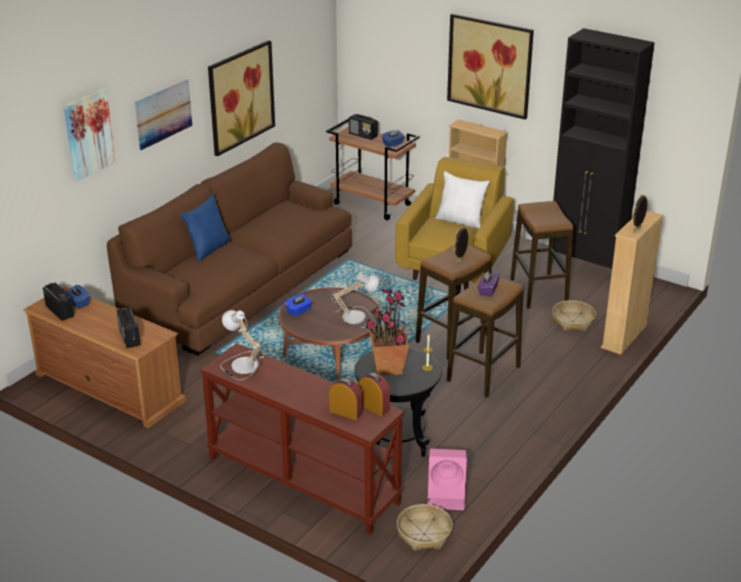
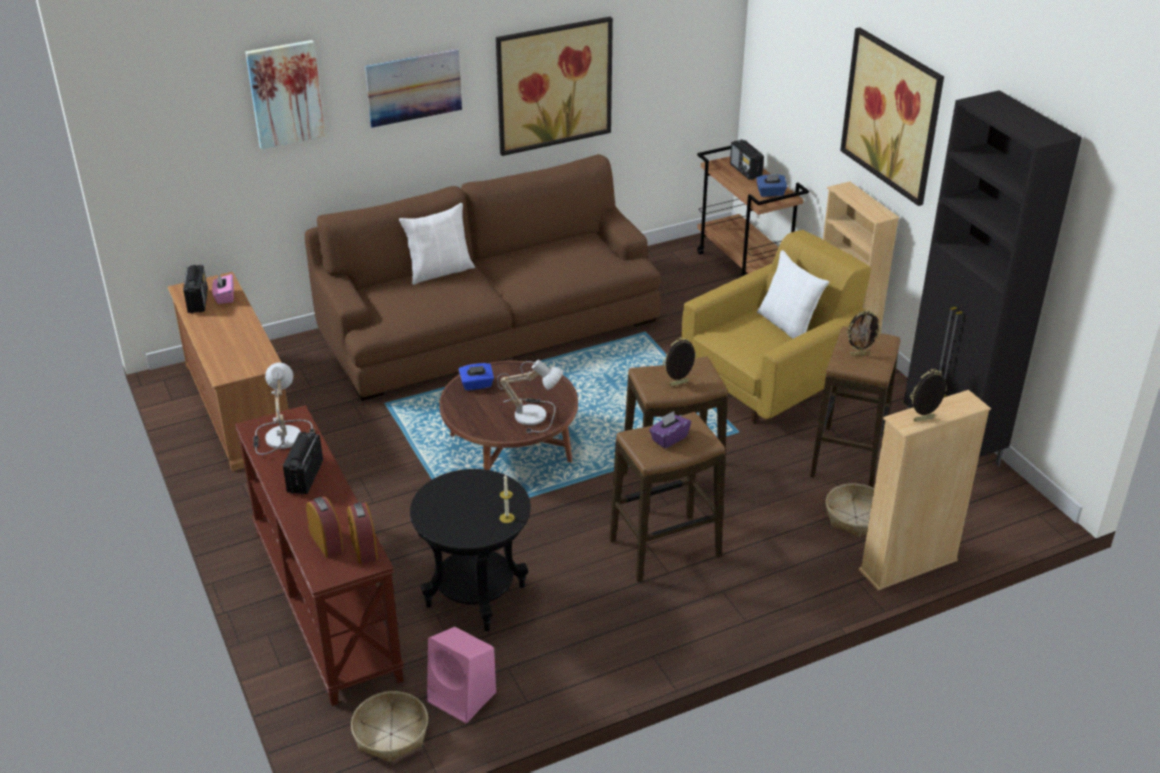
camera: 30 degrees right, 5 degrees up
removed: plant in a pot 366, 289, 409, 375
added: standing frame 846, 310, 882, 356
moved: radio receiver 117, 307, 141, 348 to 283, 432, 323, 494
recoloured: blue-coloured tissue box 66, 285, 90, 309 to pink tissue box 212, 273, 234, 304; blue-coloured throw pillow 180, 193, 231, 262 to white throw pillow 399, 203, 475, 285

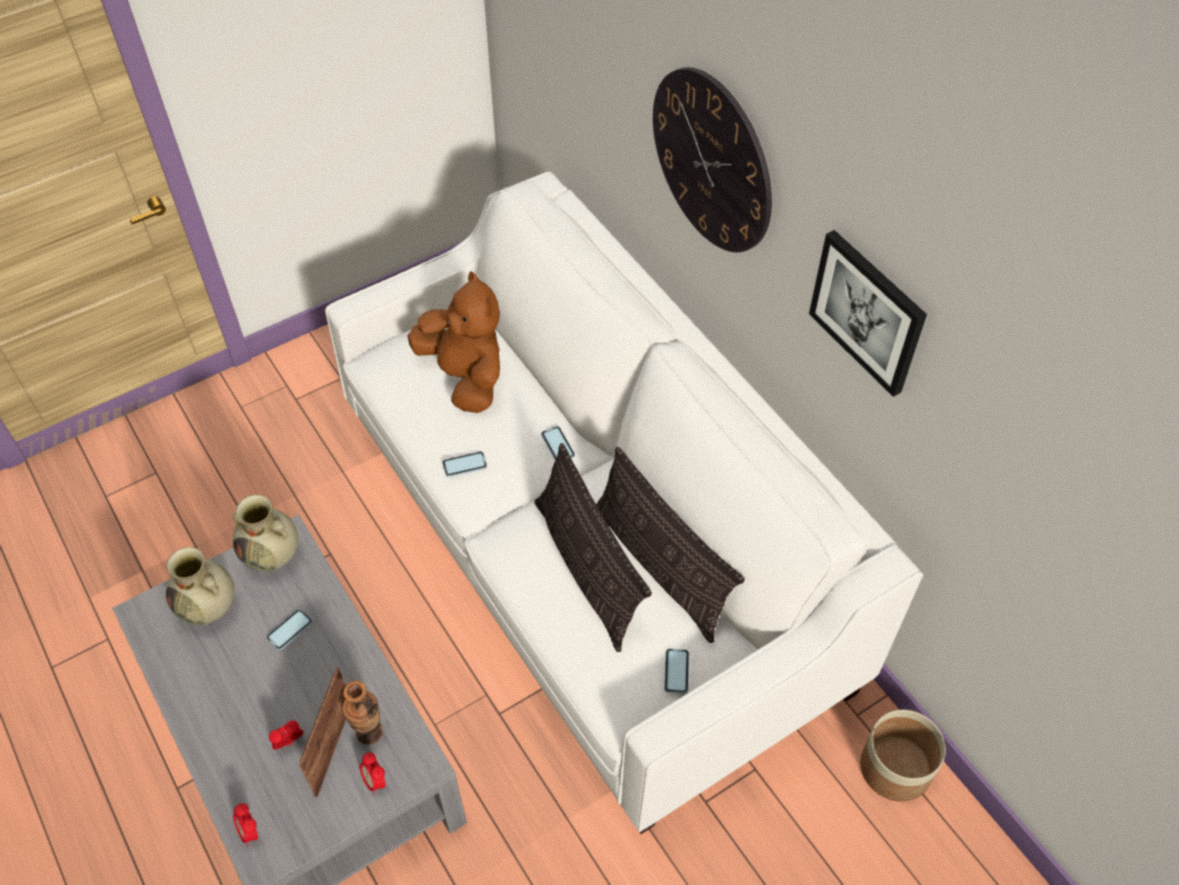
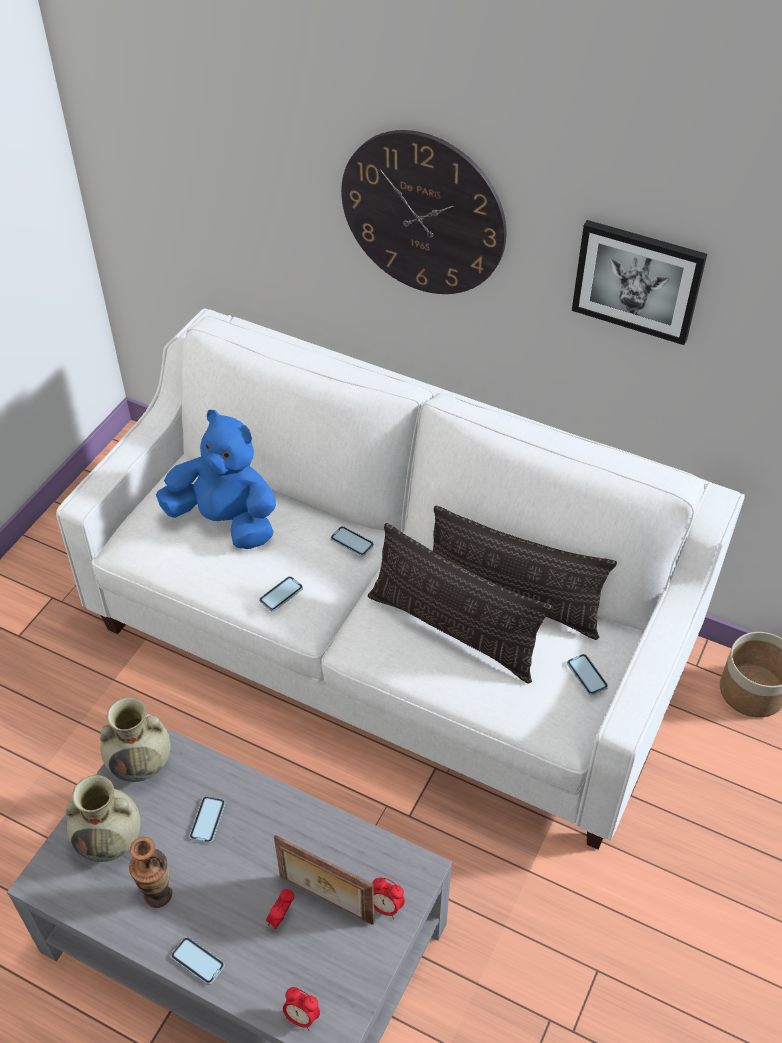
camera: 30 degrees left, 5 degrees down
added: telephone 171, 937, 225, 985
moved: vase 342, 681, 383, 745 to 129, 837, 172, 908
recoloured: brownish cuddly toy 407, 271, 500, 413 to blue-coloured cuddly toy 156, 410, 276, 549
turned: standing frame 299, 667, 346, 797 = 274, 835, 374, 925 45 degrees counterclockwise

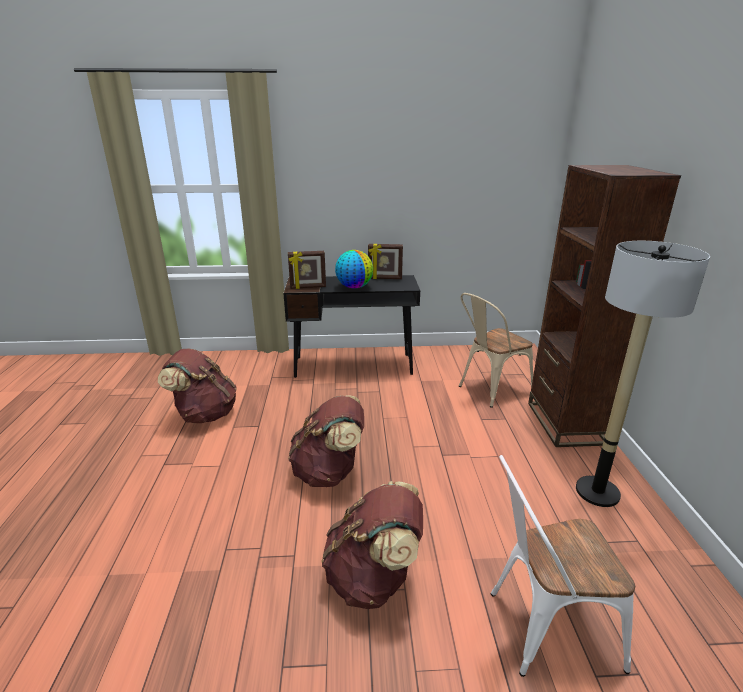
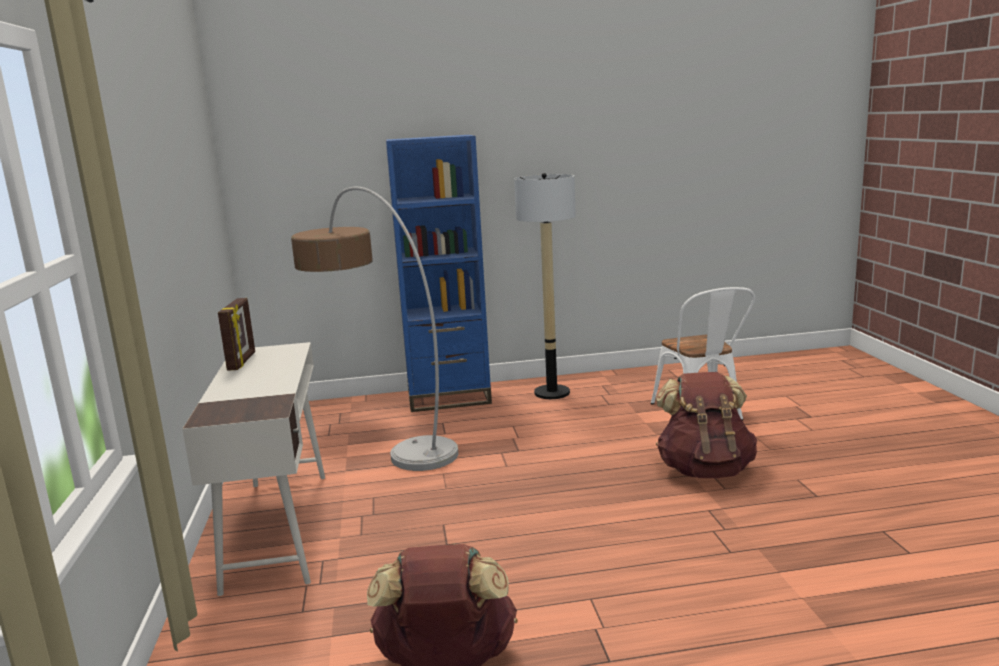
camera: 95 degrees left, 10 degrees down
removed: standing frame 288, 251, 326, 289; brownish backpack 288, 395, 364, 487; globe 335, 250, 373, 288
replaced: beige-coloured upright chair 459, 293, 533, 408 to standing lamp 291, 186, 458, 471
recoloured: blackish desk 283, 275, 420, 378 to white desk 182, 342, 325, 596; brownish bookcase 528, 165, 681, 447 to blue-coloured bookcase 386, 135, 492, 412

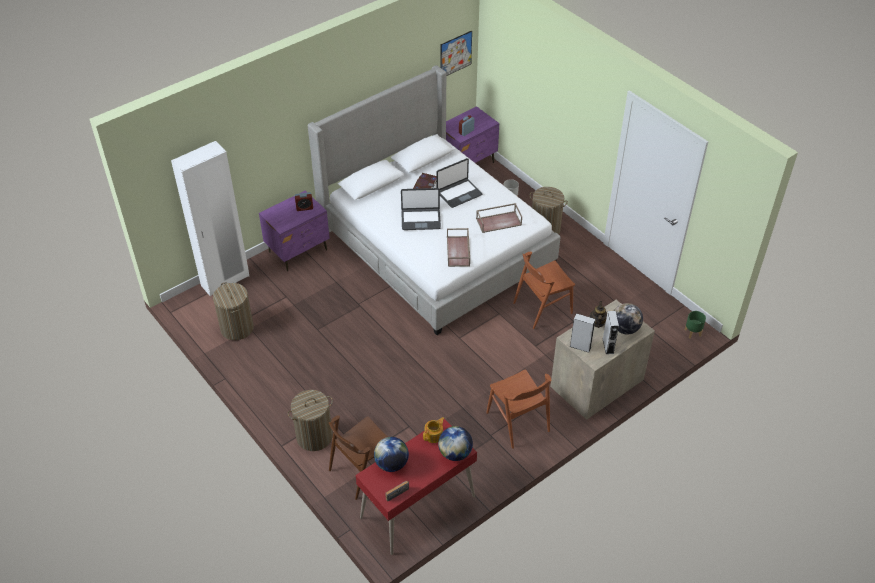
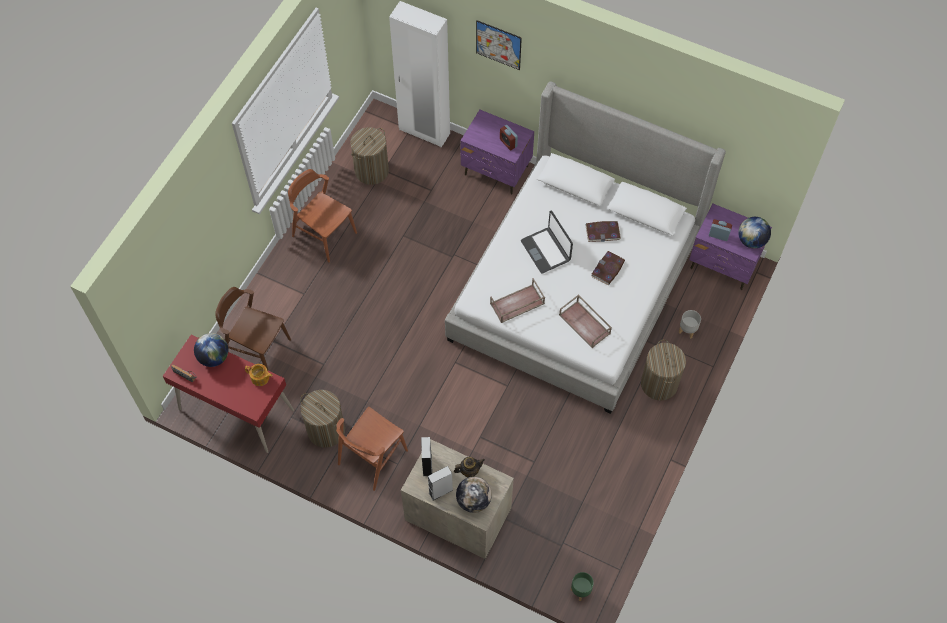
camera: 65 degrees right, 15 degrees up
moved: washing basket 288, 390, 333, 451 to 300, 390, 345, 448; globe 438, 426, 473, 461 to 738, 217, 771, 249; picture 440, 31, 472, 76 to 476, 20, 522, 70; brownish upright chair 513, 252, 575, 329 to 288, 169, 357, 262
replaced: portable computer 437, 158, 482, 208 to book 591, 251, 625, 285

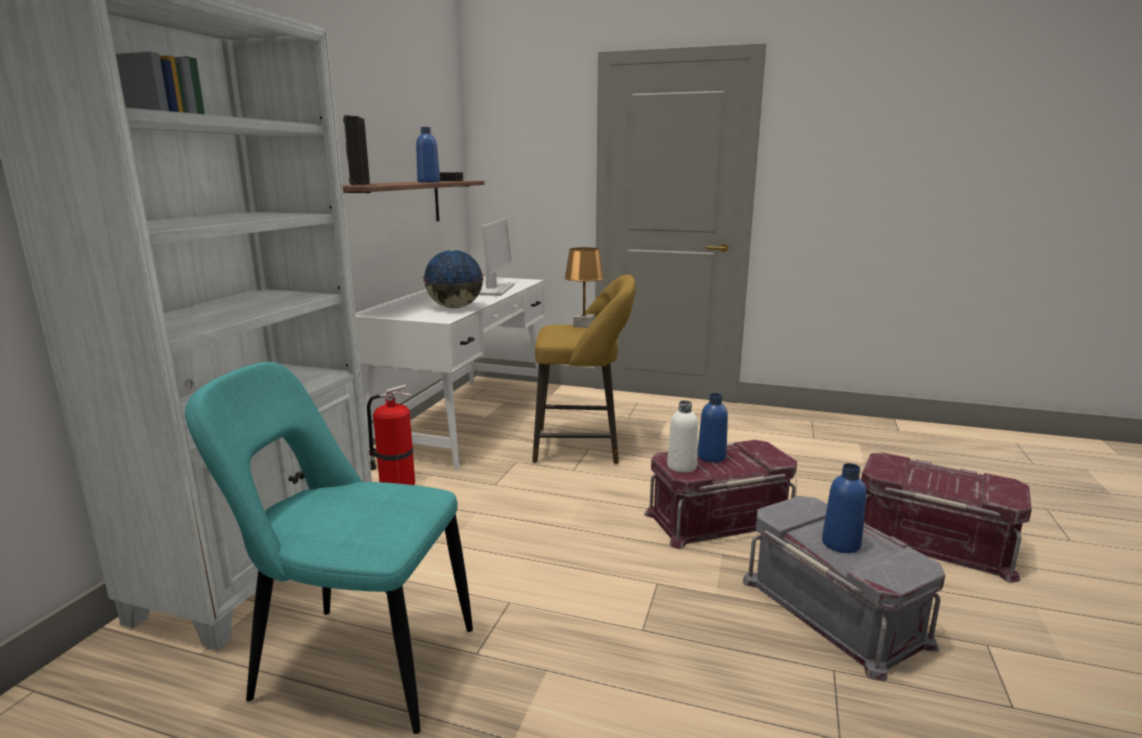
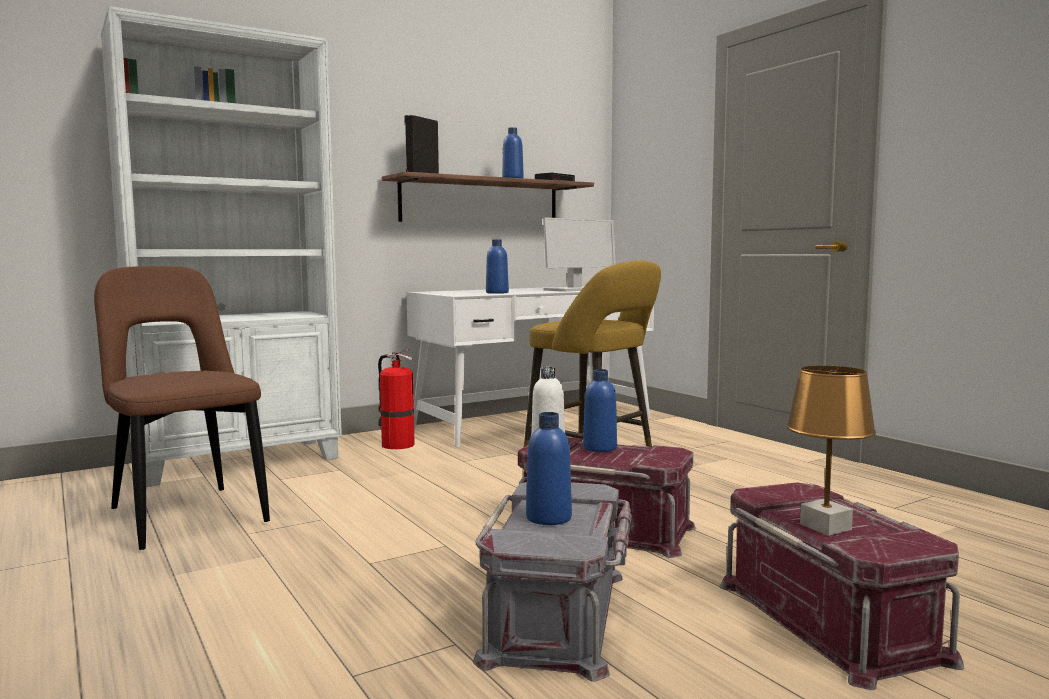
camera: 40 degrees right, 10 degrees down
moved: brownish table lamp 564, 247, 604, 328 to 786, 366, 876, 536
replaced: globe 423, 250, 484, 308 to blue-coloured bottle 486, 239, 509, 294
recoloured: blue-green upright chair 185, 362, 473, 734 to brownish upright chair 94, 266, 270, 550

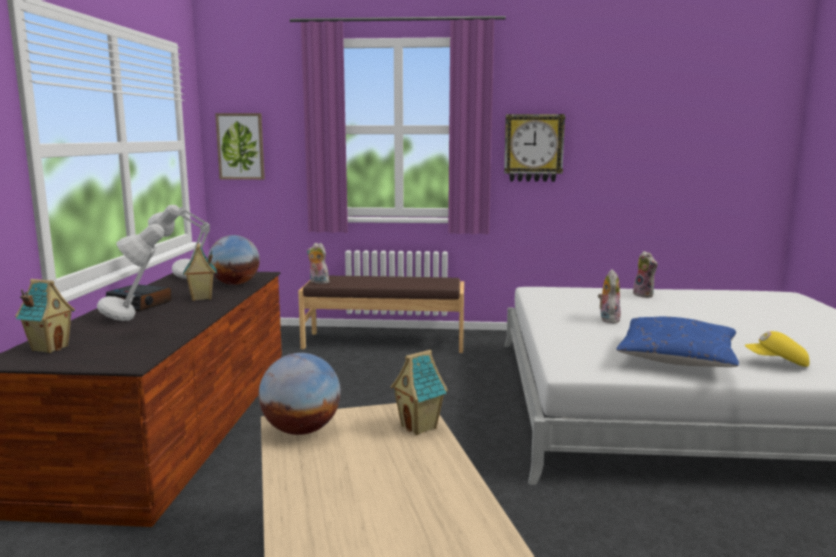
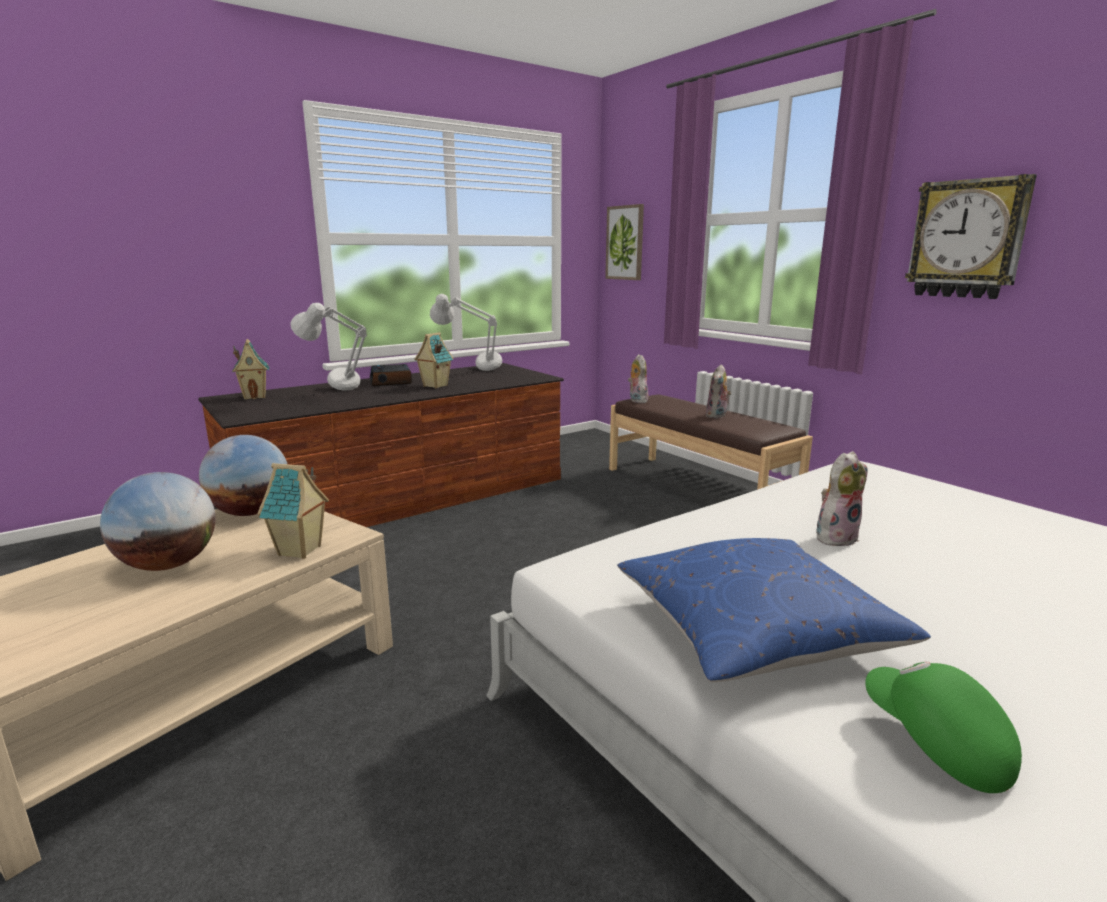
camera: 50 degrees right, 5 degrees up
moved: globe 208, 235, 260, 285 to 100, 472, 215, 571; cuddly toy 632, 251, 658, 298 to 706, 364, 731, 419
recoloured: yellow peaked cap 745, 331, 810, 367 to green-coloured peaked cap 865, 661, 1022, 793

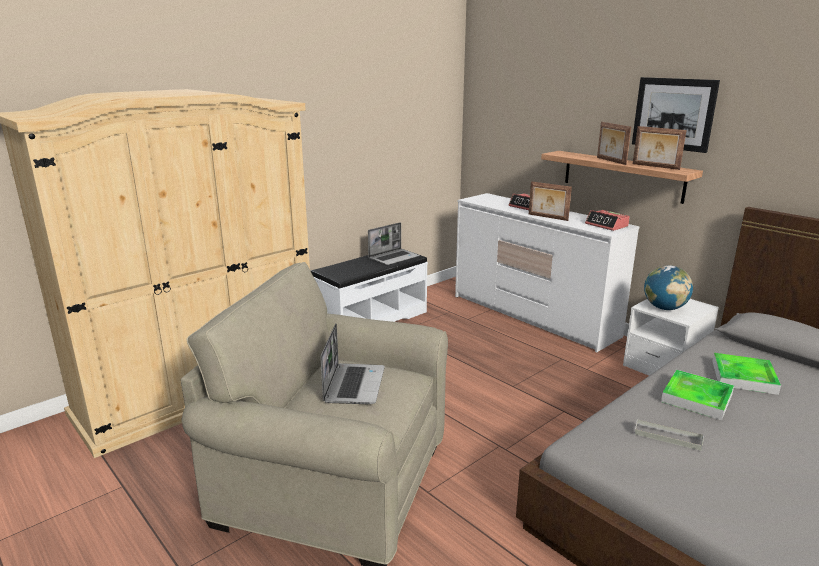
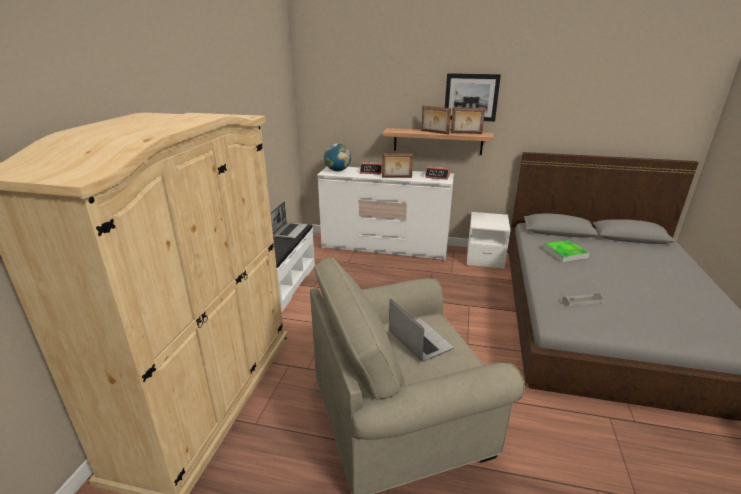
camera: 35 degrees left, 5 degrees up
removed: serving tray 661, 370, 734, 420
moved: globe 644, 265, 693, 310 to 324, 144, 351, 171

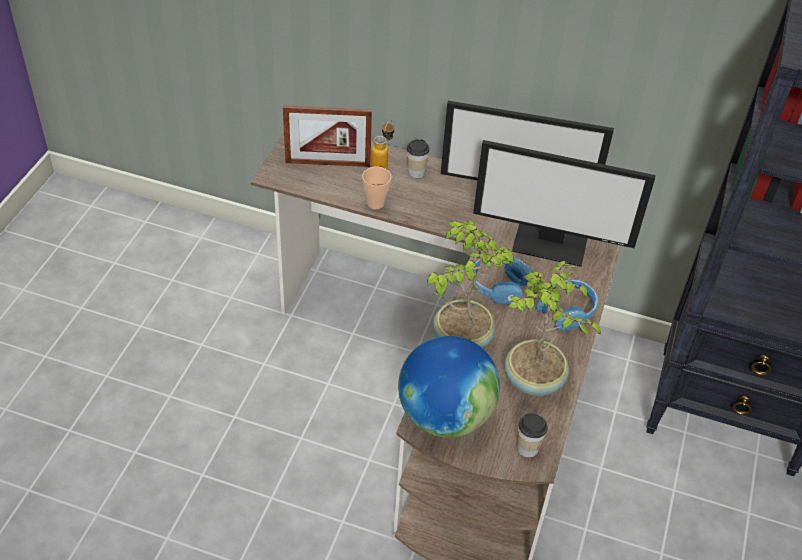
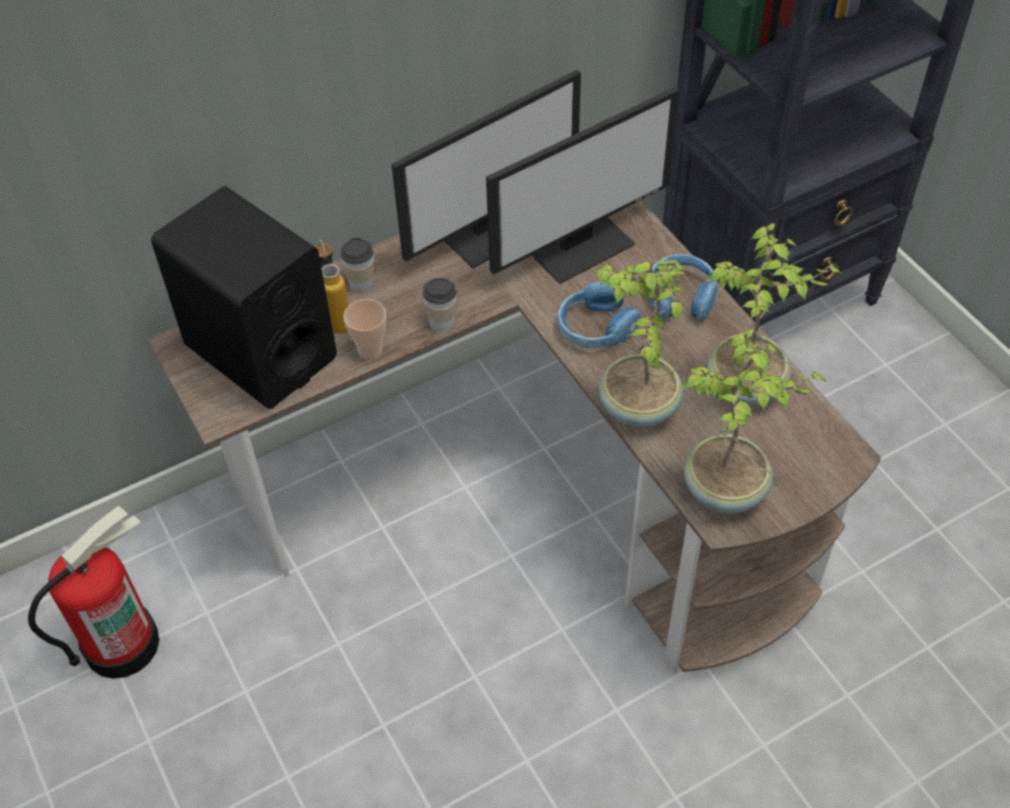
camera: 45 degrees left, 5 degrees up
added: fire extinguisher 28, 506, 159, 679
moved: cup 517, 413, 548, 458 to 423, 278, 456, 332
replaced: standing frame 283, 105, 372, 167 to blackish speaker 151, 186, 337, 409; globe 398, 336, 500, 438 to plant in a pot 681, 329, 826, 513

